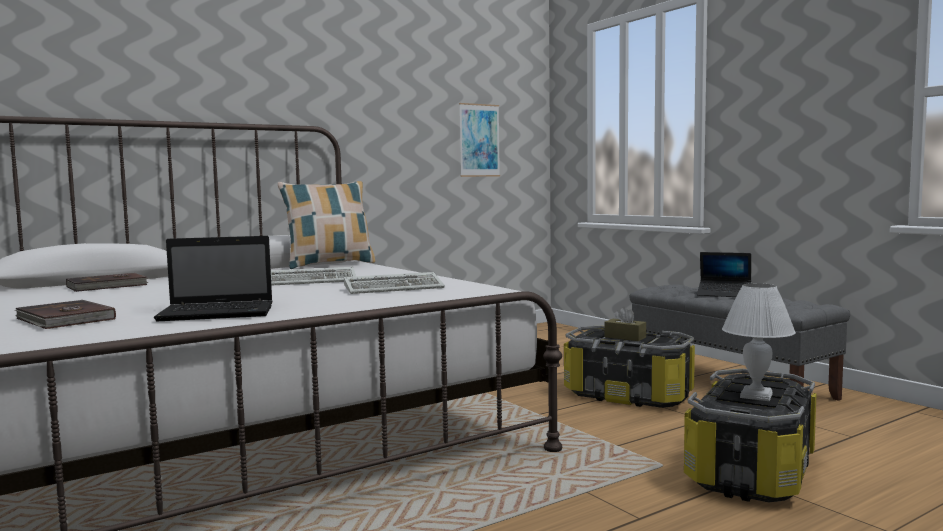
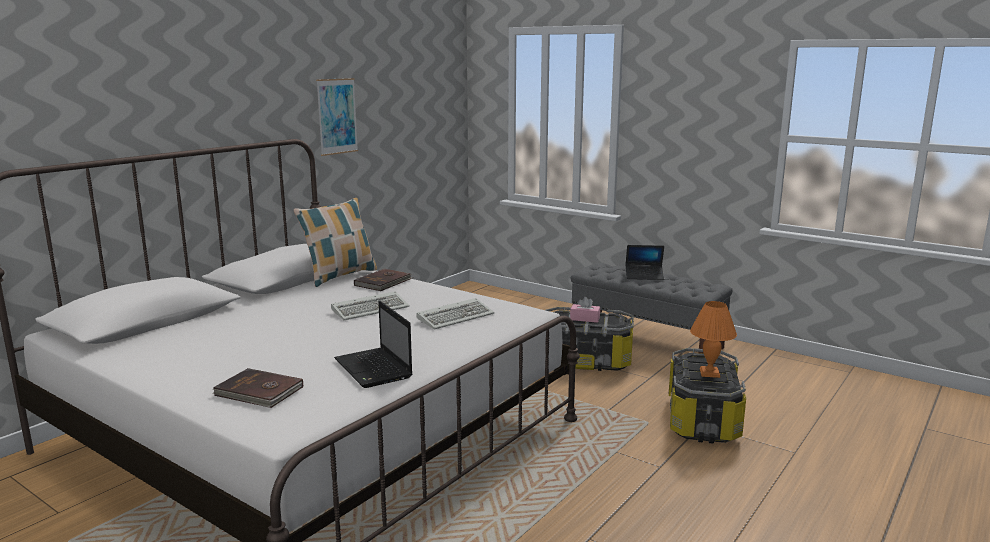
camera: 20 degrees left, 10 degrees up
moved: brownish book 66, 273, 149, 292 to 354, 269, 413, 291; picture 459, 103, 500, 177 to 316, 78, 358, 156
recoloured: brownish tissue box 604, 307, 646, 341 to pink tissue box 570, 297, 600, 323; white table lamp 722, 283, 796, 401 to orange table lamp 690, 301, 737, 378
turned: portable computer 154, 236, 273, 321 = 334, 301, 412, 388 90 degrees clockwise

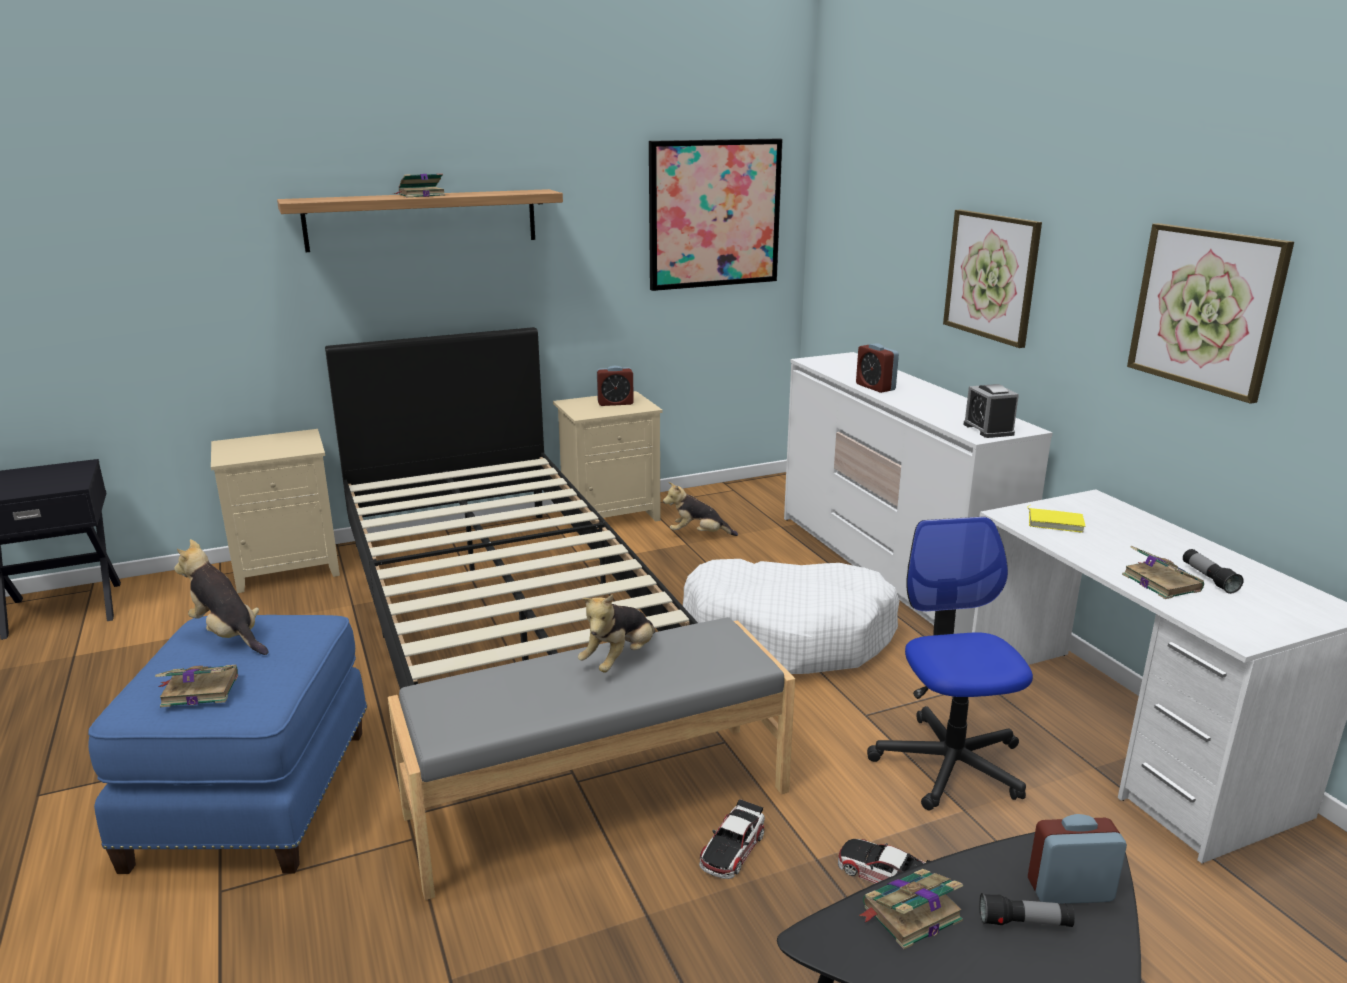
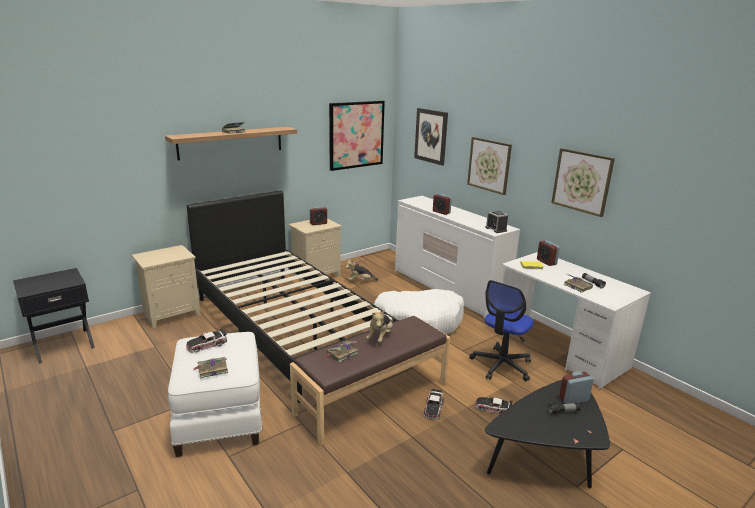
camera: 15 degrees left, 0 degrees up
added: picture 414, 108, 448, 166; alarm clock 537, 240, 560, 266
moved: book 858, 869, 963, 949 to 326, 341, 359, 363
replaced: cuddly toy 174, 539, 268, 655 to model car 186, 328, 227, 353
recoloured: blue-coloured footrest 88, 615, 367, 874 to white footrest 168, 332, 262, 457; grey indoor bench 388, 617, 795, 900 to brownish indoor bench 290, 316, 450, 446
turned: desk chair 867, 517, 1033, 811 = 469, 280, 534, 381 120 degrees counterclockwise

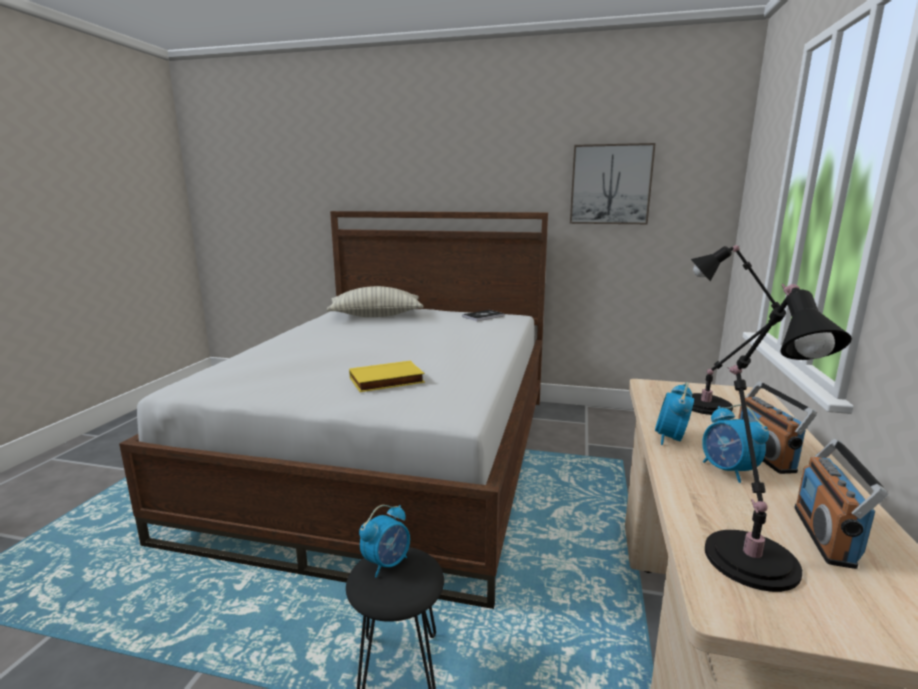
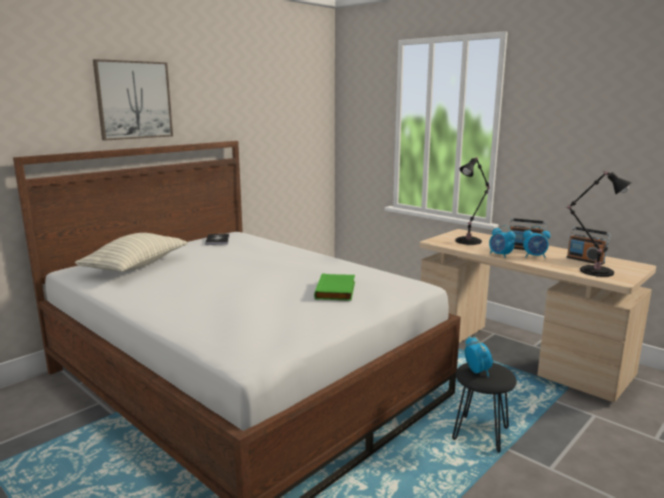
camera: 60 degrees left, 0 degrees up
moved: picture 570, 143, 656, 224 to 93, 59, 173, 141
recoloured: yellow book 349, 361, 425, 392 to green-coloured book 314, 273, 355, 301

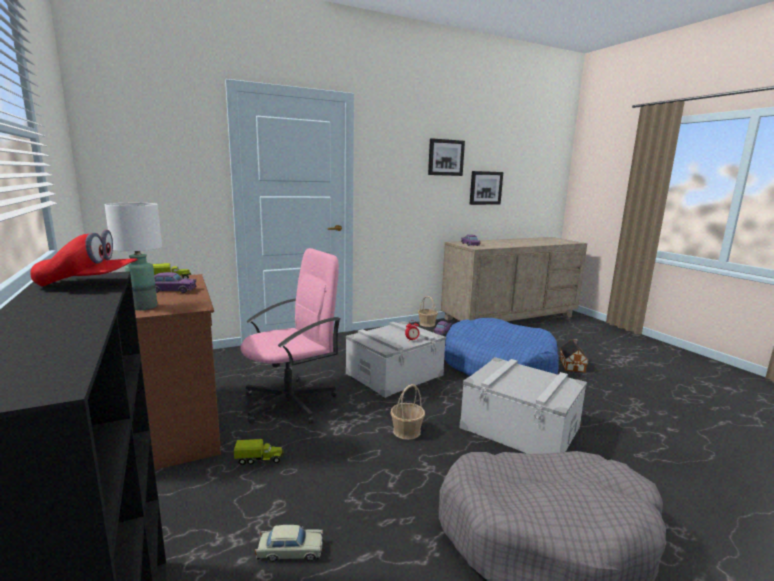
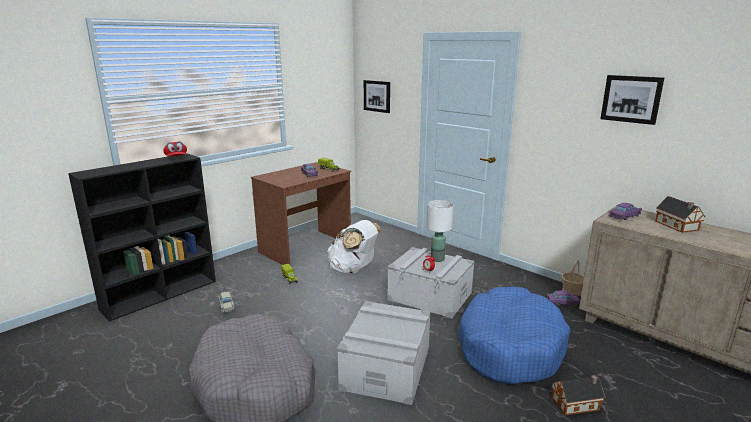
camera: 70 degrees right, 5 degrees up
removed: household basket 391, 384, 425, 440
added: toy house 655, 196, 705, 233
moved: white table lamp 105, 203, 162, 310 to 426, 200, 453, 262; picture 470, 171, 503, 205 to 364, 80, 390, 113
replaced: pink desk chair 241, 248, 340, 424 to white backpack 327, 220, 382, 274

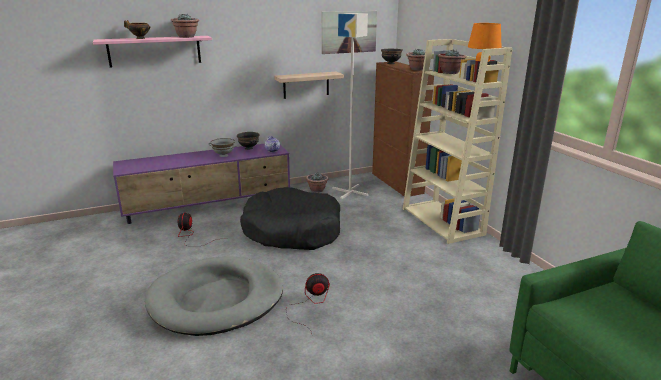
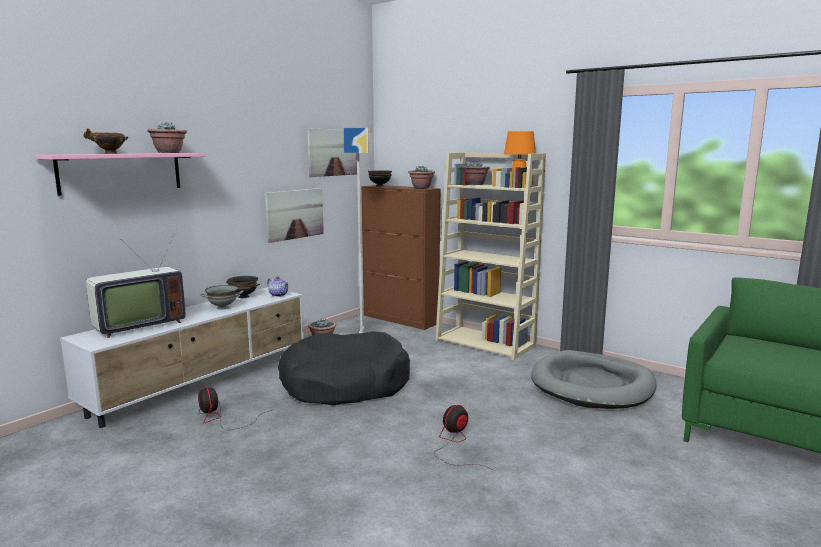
camera: 30 degrees left, 10 degrees down
added: TV set 86, 230, 186, 338
moved: grey pet bed 145, 256, 283, 336 to 531, 350, 657, 409
replaced: wall shelf 275, 72, 344, 99 to picture 265, 188, 324, 243
recoloured: purple-coloured media console 113, 144, 290, 224 to white media console 60, 287, 304, 428

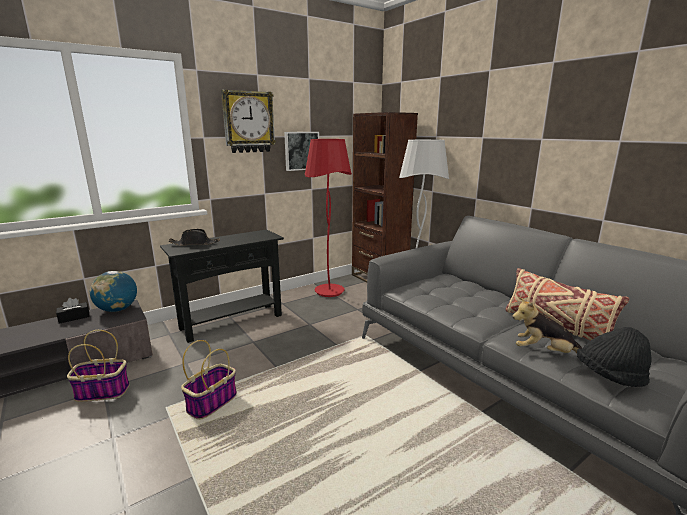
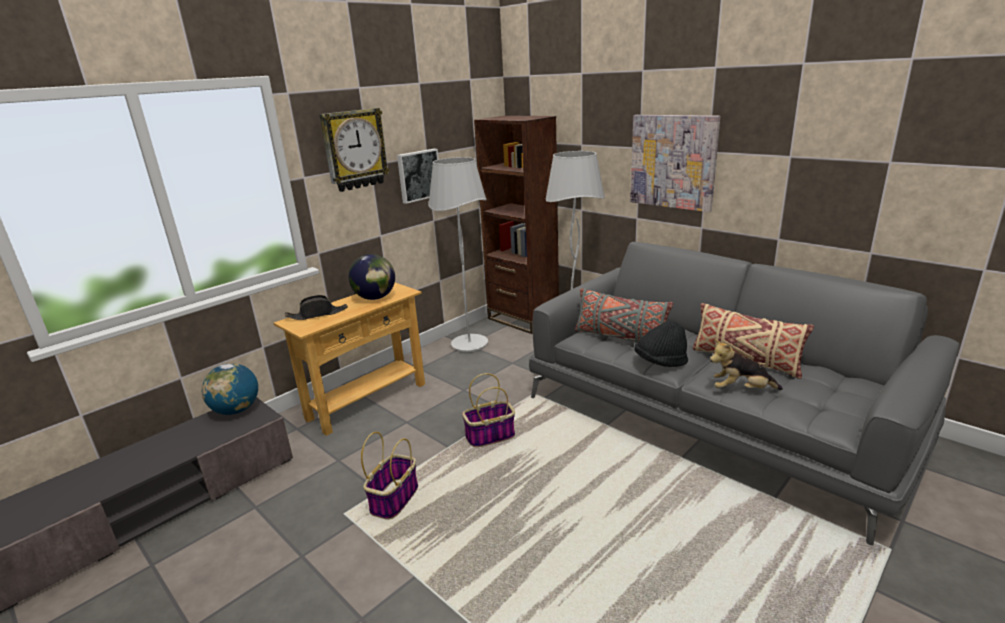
camera: 10 degrees left, 5 degrees up
removed: blackish tissue box 56, 298, 90, 324
added: globe 349, 254, 395, 300; grey throw pillow 575, 288, 673, 343; picture 630, 115, 720, 212
moved: household basket 67, 330, 130, 402 to 462, 373, 515, 447; blackish clothing hat 577, 327, 652, 387 to 634, 321, 688, 367
recoloured: blackish console table 160, 229, 284, 343 to beige-coloured console table 274, 283, 425, 436; reddish standing lamp 305, 139, 352, 297 to white standing lamp 429, 157, 488, 352

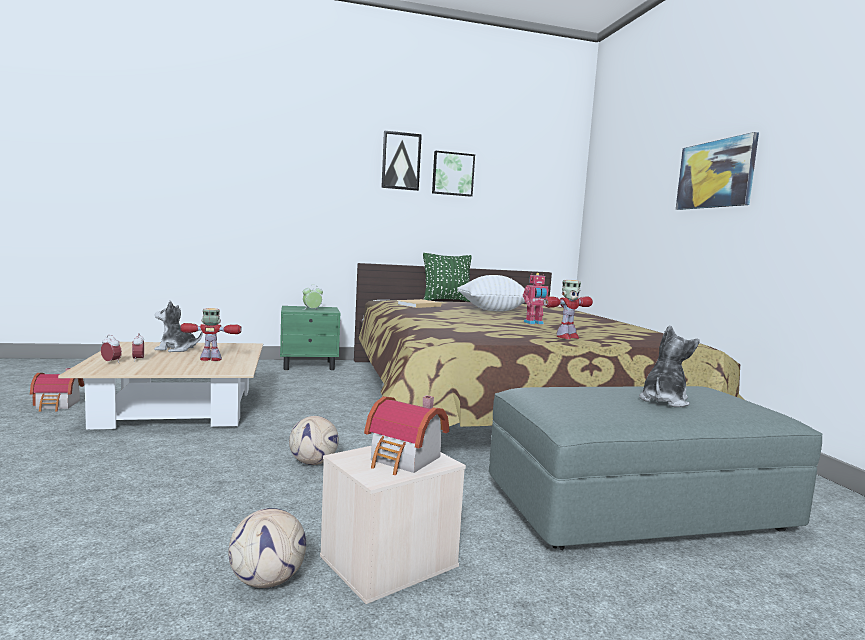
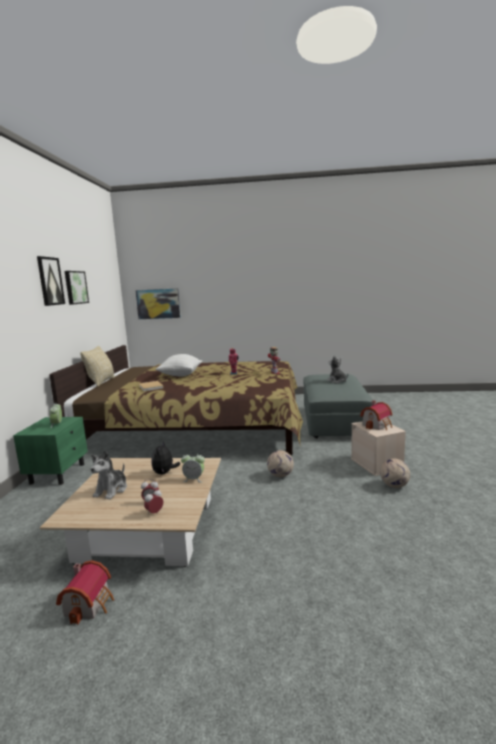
camera: 70 degrees left, 5 degrees up
added: alarm clock 181, 451, 205, 483
moved: picture 676, 132, 759, 210 to 135, 288, 181, 319
replaced: robot figure 180, 308, 242, 361 to cuddly toy 151, 441, 180, 475
recoloured: green-coloured throw pillow 423, 253, 472, 302 to beige-coloured throw pillow 80, 346, 115, 387

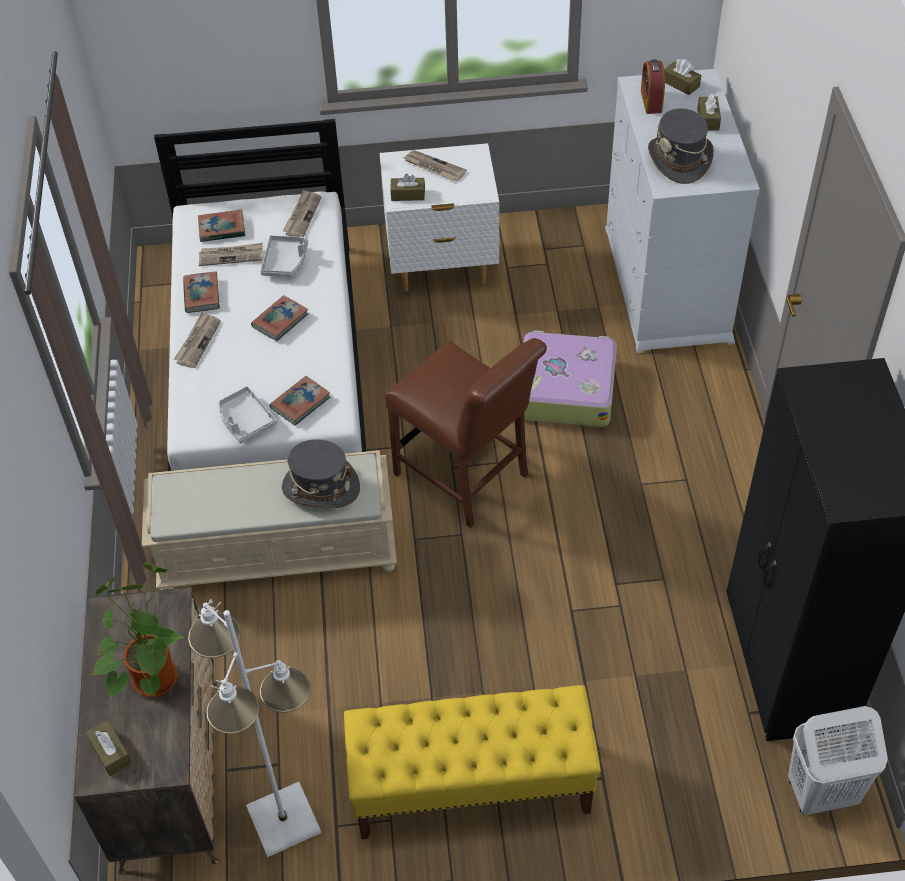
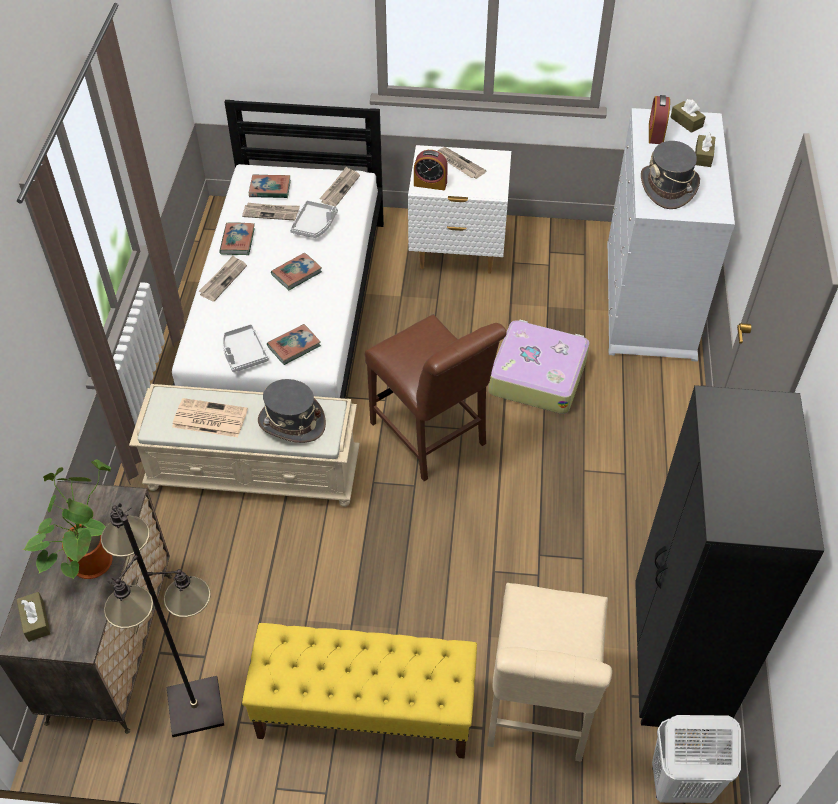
camera: 10 degrees right, 0 degrees up
added: daily paper 172, 398, 248, 437; beige-coloured upright chair 487, 583, 612, 761
replaced: brownish tissue box 390, 174, 425, 201 to alarm clock 414, 150, 448, 190
recoloured: white standing lamp 188, 599, 321, 857 to blackish standing lamp 101, 503, 224, 737

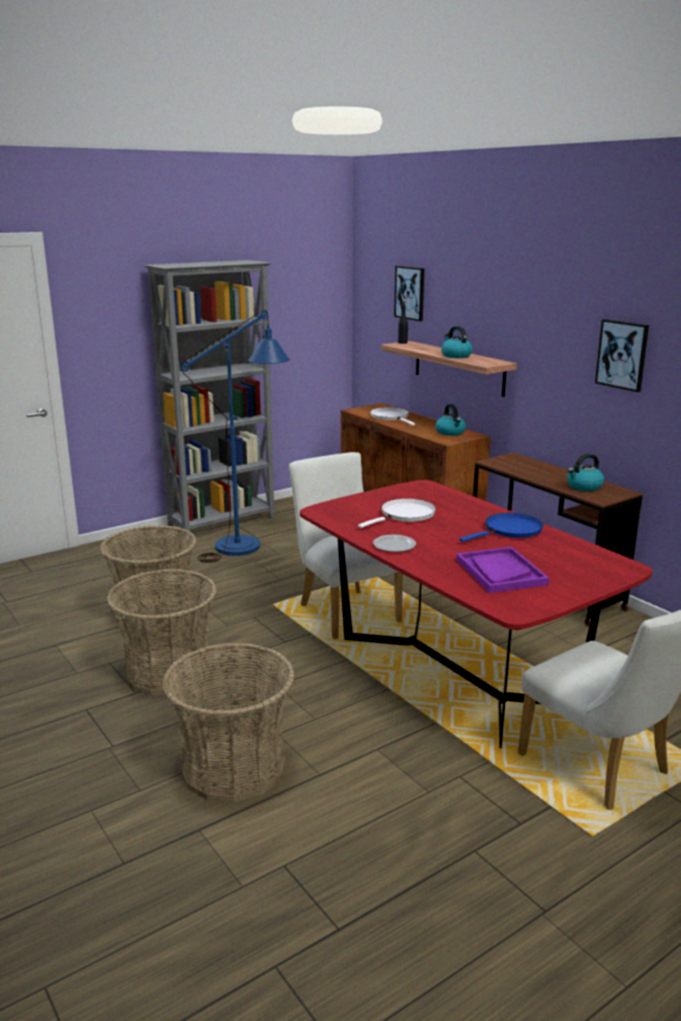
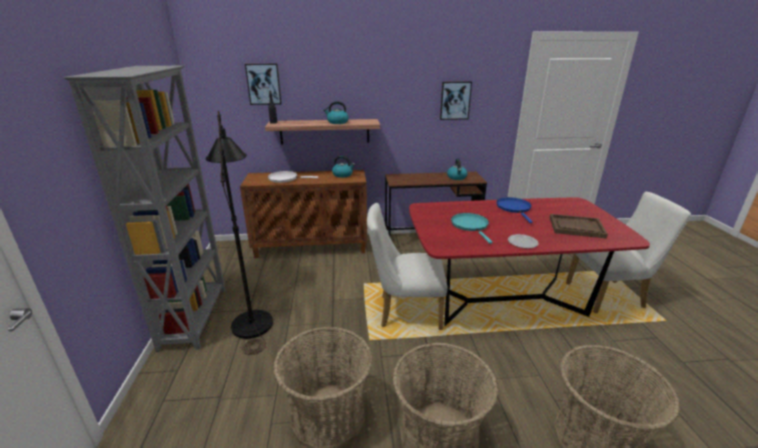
camera: 60 degrees left, 5 degrees up
recoloured: blue-coloured standing lamp 180, 310, 290, 563 to blackish standing lamp 205, 111, 273, 355; white pan 358, 499, 436, 528 to blue-green pan 451, 213, 492, 244; purple-coloured serving tray 456, 547, 549, 593 to brownish serving tray 550, 214, 608, 239

